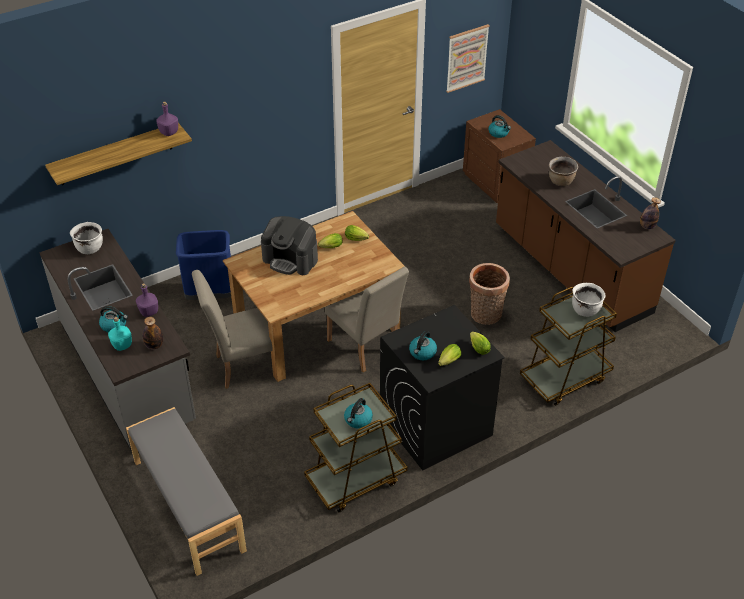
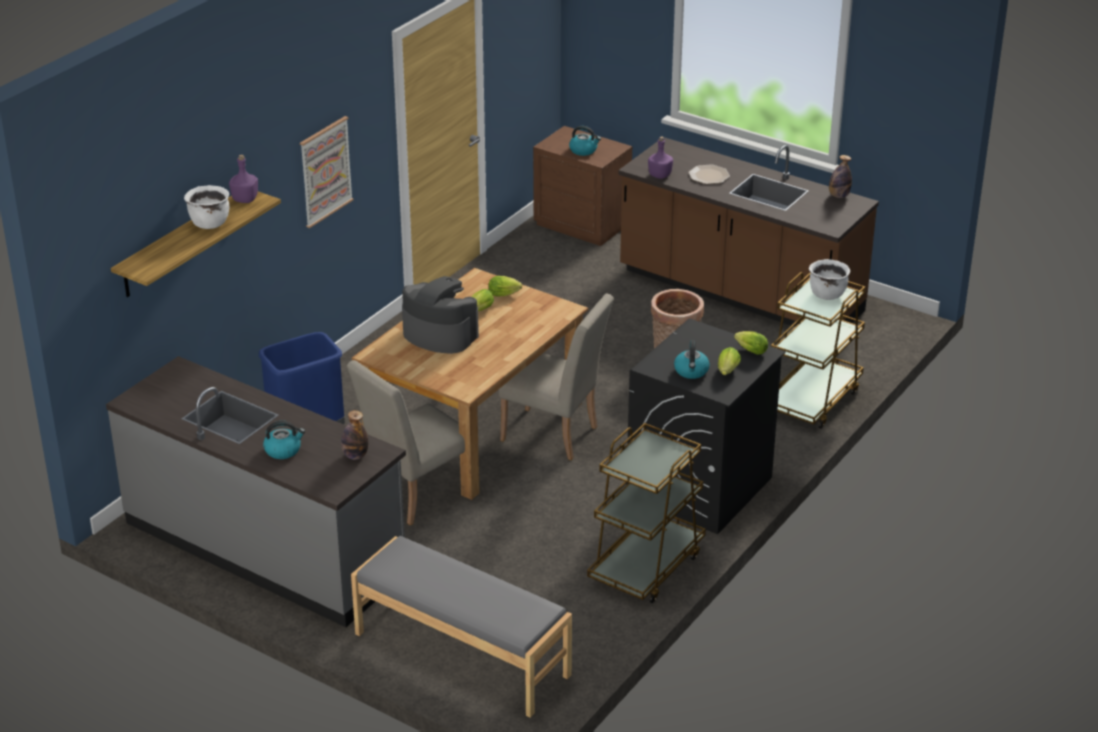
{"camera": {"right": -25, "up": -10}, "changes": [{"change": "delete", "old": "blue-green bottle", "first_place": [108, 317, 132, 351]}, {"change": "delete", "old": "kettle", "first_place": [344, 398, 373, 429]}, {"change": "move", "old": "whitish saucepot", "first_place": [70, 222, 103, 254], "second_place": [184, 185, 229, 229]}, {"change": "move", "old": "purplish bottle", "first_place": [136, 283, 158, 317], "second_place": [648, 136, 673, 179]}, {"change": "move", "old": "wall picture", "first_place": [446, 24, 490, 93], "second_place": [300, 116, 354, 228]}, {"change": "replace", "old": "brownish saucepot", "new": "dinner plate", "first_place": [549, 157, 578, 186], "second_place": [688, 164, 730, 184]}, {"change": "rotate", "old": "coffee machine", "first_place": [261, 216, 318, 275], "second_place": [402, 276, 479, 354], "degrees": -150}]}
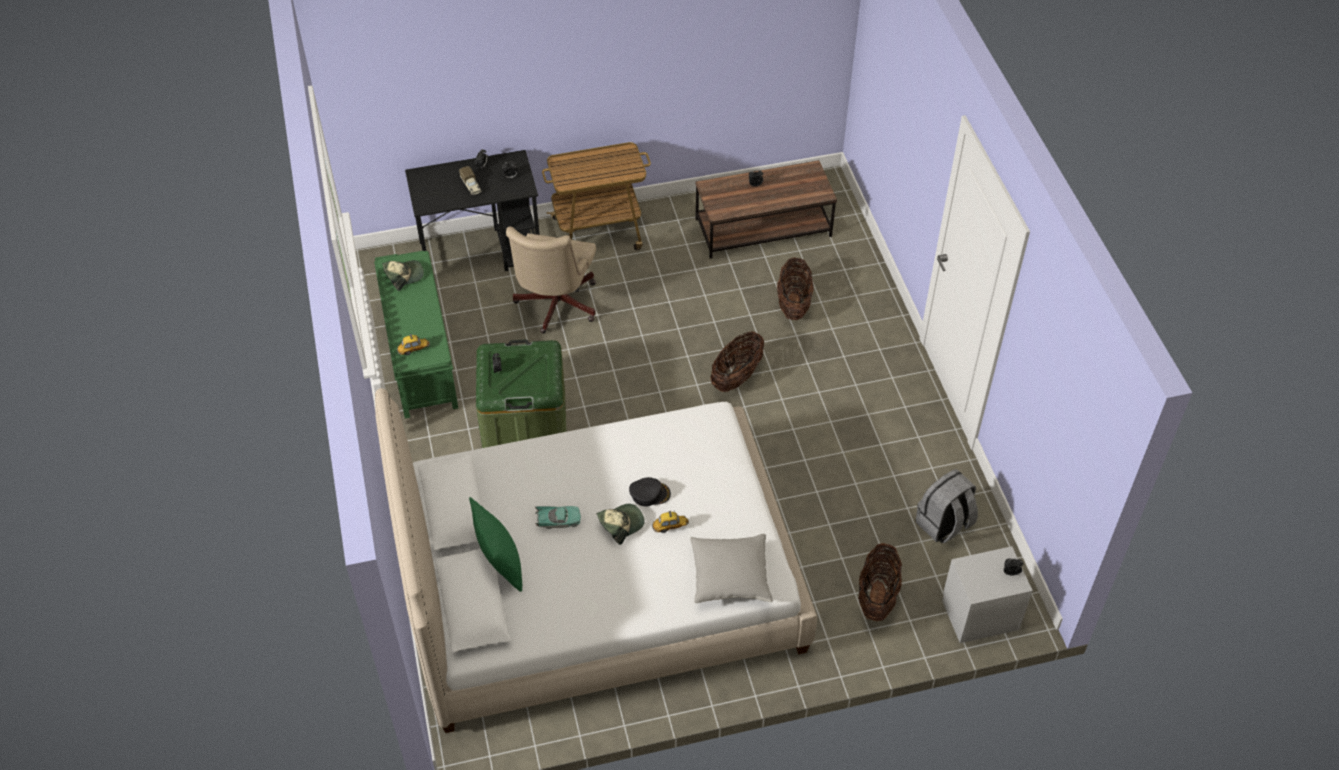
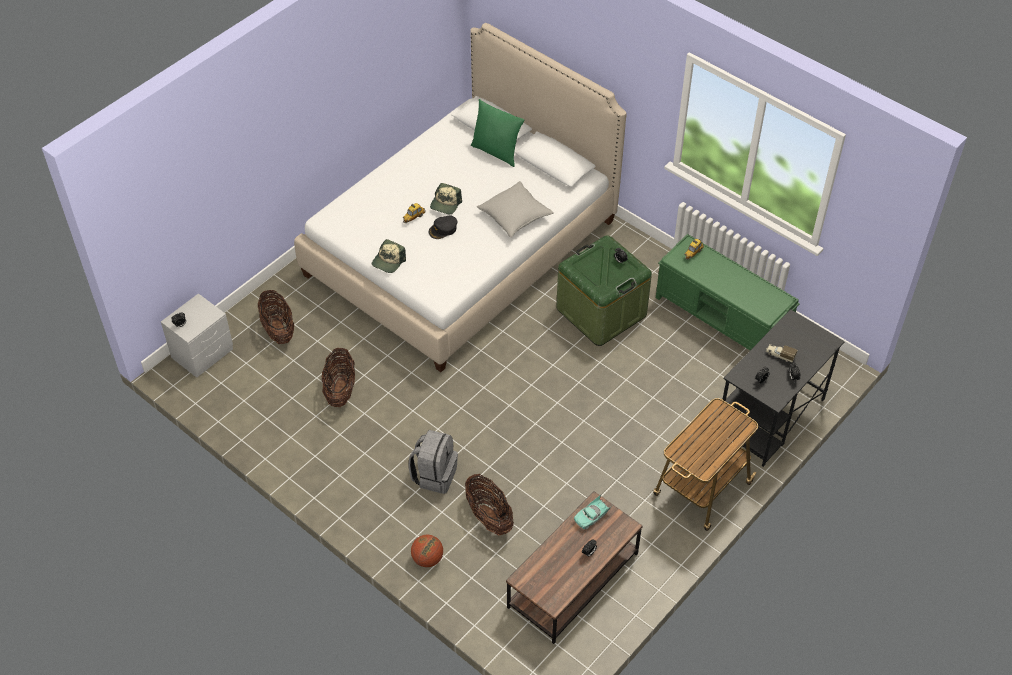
{"camera": {"right": 145, "up": 0}, "changes": [{"change": "delete", "old": "beige computer chair", "first_place": [506, 226, 596, 334]}, {"change": "insert", "new": "ball for basketball", "second_place": [411, 535, 443, 567]}, {"change": "move", "old": "peaked cap", "first_place": [382, 260, 424, 291], "second_place": [372, 239, 406, 273]}, {"change": "move", "old": "blue-green model car", "first_place": [534, 506, 581, 529], "second_place": [574, 495, 612, 529]}, {"change": "move", "old": "grey pillow", "first_place": [690, 534, 773, 603], "second_place": [477, 181, 554, 238]}, {"change": "move", "old": "storage basket", "first_place": [710, 332, 764, 392], "second_place": [322, 348, 355, 407]}, {"change": "move", "old": "grey backpack", "first_place": [916, 469, 978, 543], "second_place": [408, 430, 458, 494]}]}
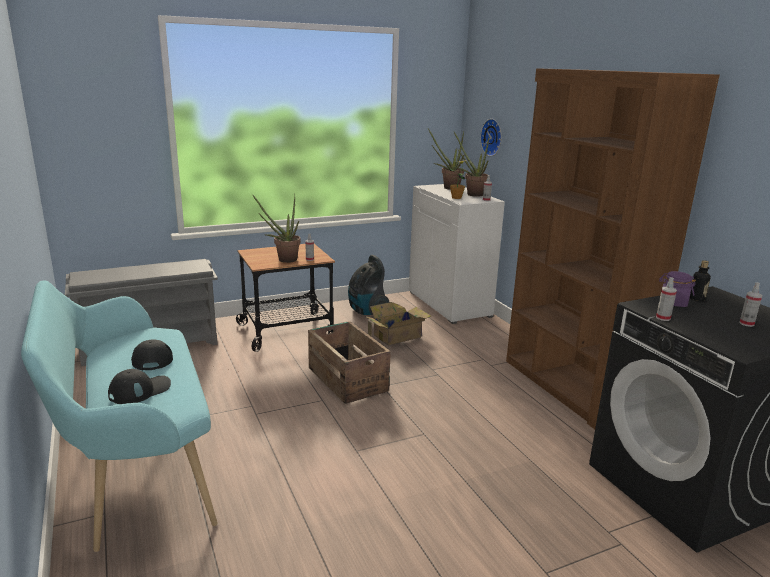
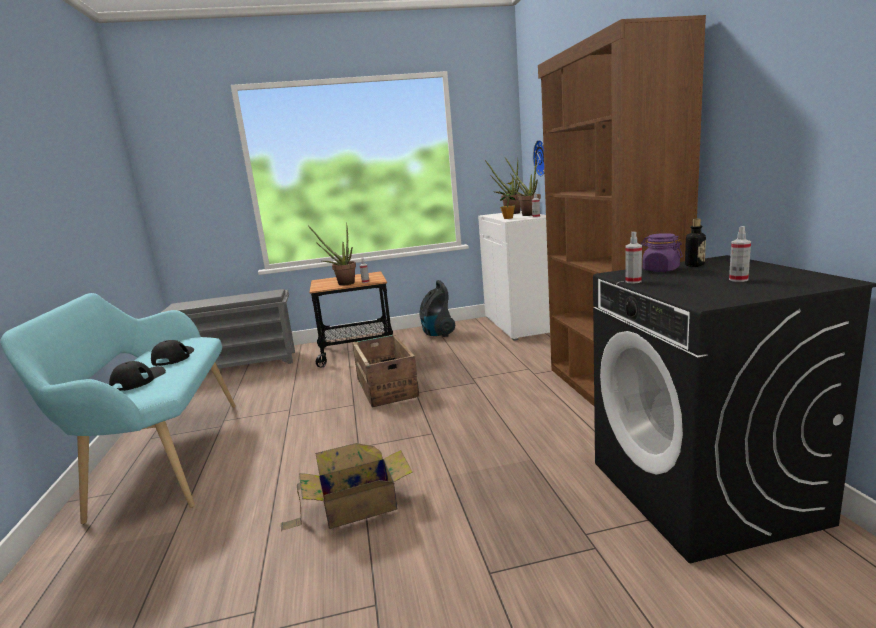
{"camera": {"right": 15, "up": -5}, "changes": [{"change": "move", "old": "carton", "first_place": [365, 302, 431, 345], "second_place": [281, 443, 413, 531]}, {"change": "rotate", "old": "black peaked cap", "first_place": [108, 369, 171, 404], "second_place": [109, 361, 166, 391], "degrees": -45}]}
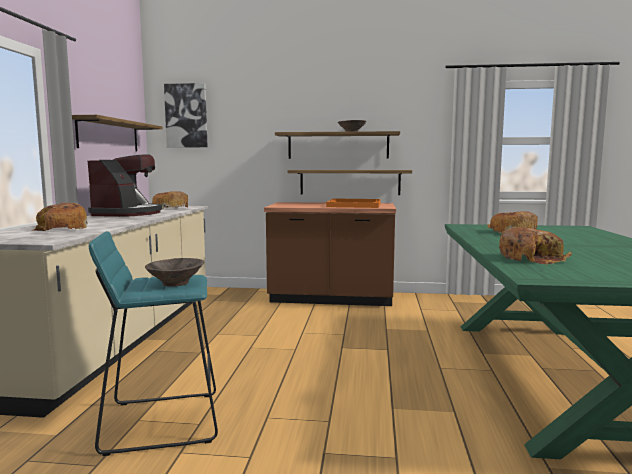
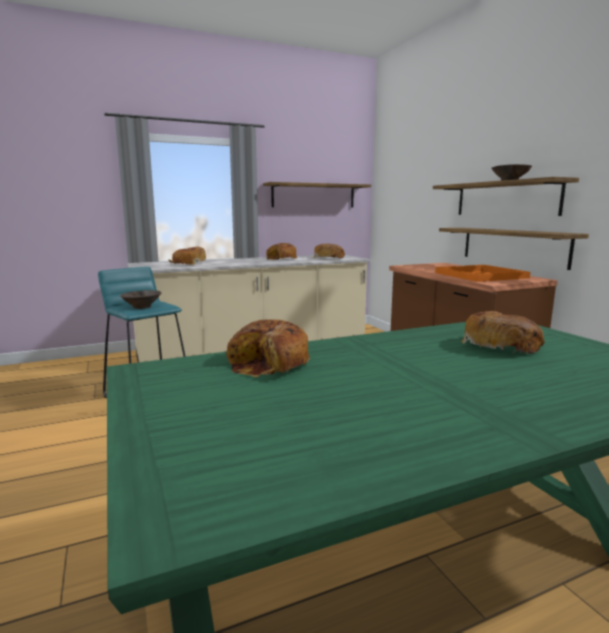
{"camera": {"right": 60, "up": 5}, "changes": [{"change": "delete", "old": "wall picture", "first_place": [164, 83, 208, 148]}, {"change": "replace", "old": "coffee machine", "new": "baked bread", "first_place": [88, 154, 162, 217], "second_place": [266, 243, 297, 260]}]}
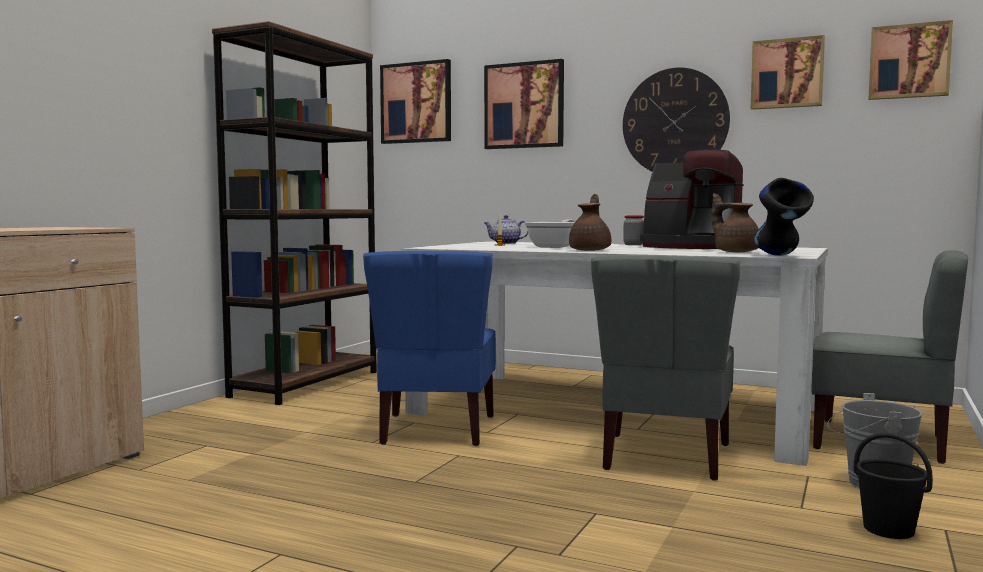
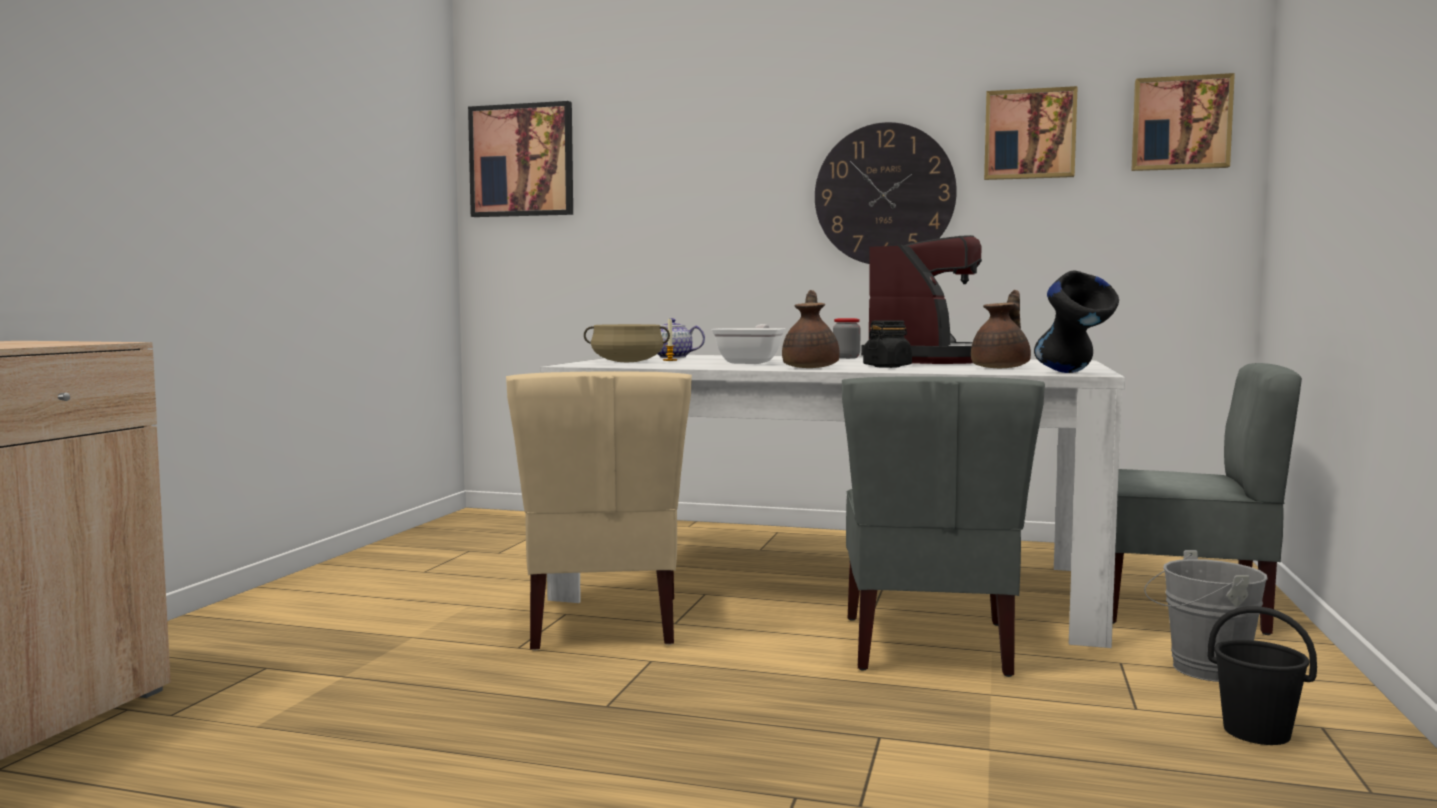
{"camera": {"right": -10, "up": 0}, "changes": [{"change": "delete", "old": "brownish bookcase", "first_place": [212, 21, 377, 405]}, {"change": "delete", "old": "wall picture", "first_place": [484, 59, 564, 149]}, {"change": "insert", "new": "beige saucepot", "second_place": [584, 324, 670, 363]}, {"change": "insert", "new": "black storage jar", "second_place": [863, 320, 912, 368]}, {"change": "recolor", "old": "blue-coloured upright chair", "new": "beige upright chair", "first_place": [363, 251, 496, 446], "second_place": [506, 371, 692, 651]}, {"change": "rotate", "old": "coffee machine", "first_place": [640, 149, 744, 249], "second_place": [861, 235, 982, 364], "degrees": -90}, {"change": "rotate", "old": "brownish teapot", "first_place": [712, 193, 759, 252], "second_place": [971, 290, 1031, 368], "degrees": 75}]}
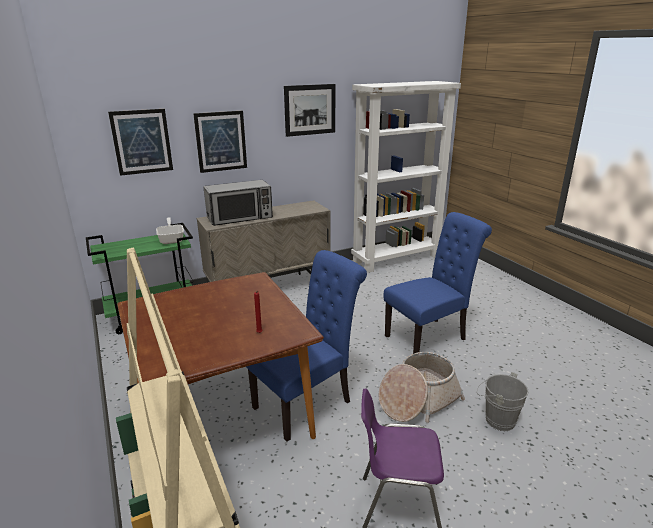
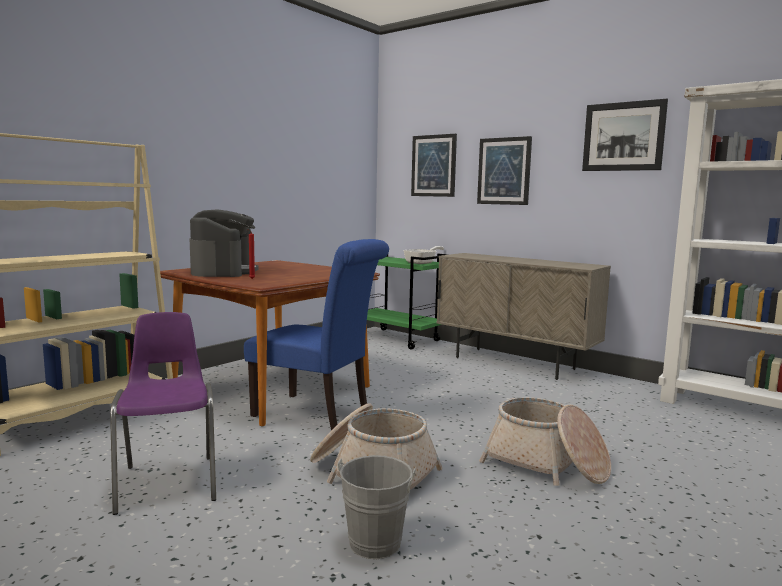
{"camera": {"right": 65, "up": -15}, "changes": [{"change": "delete", "old": "kitchen microwave", "first_place": [204, 180, 273, 226]}, {"change": "insert", "new": "coffee machine", "second_place": [190, 209, 259, 277]}, {"change": "replace", "old": "blue-coloured upright chair", "new": "storage basket", "first_place": [384, 212, 492, 354], "second_place": [479, 397, 611, 486]}]}
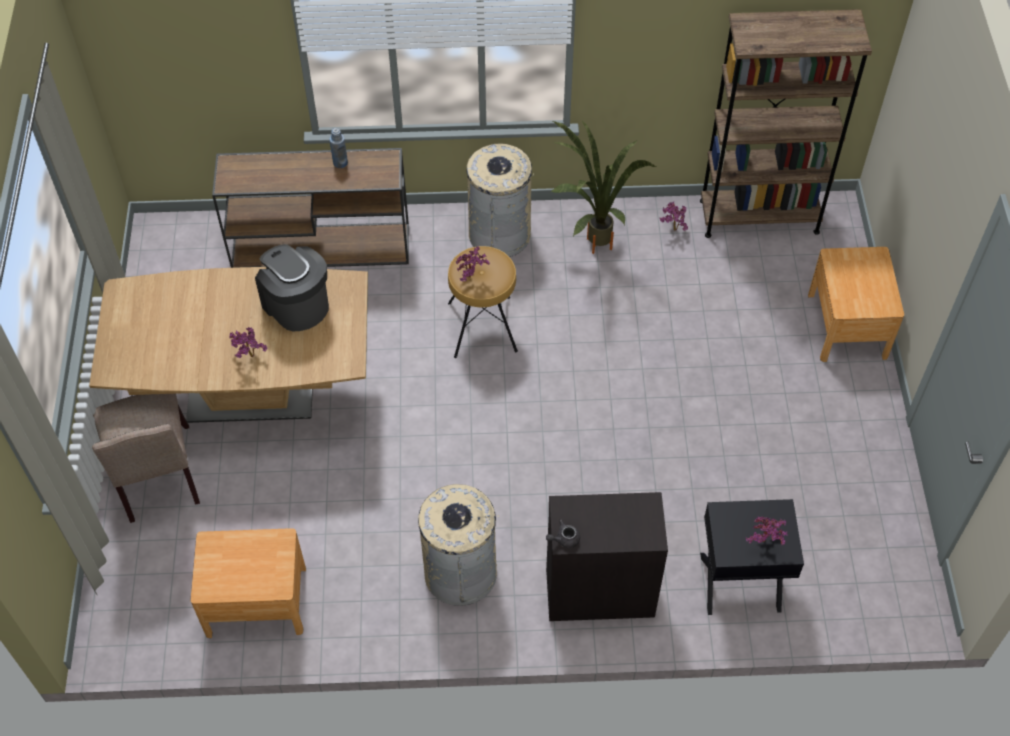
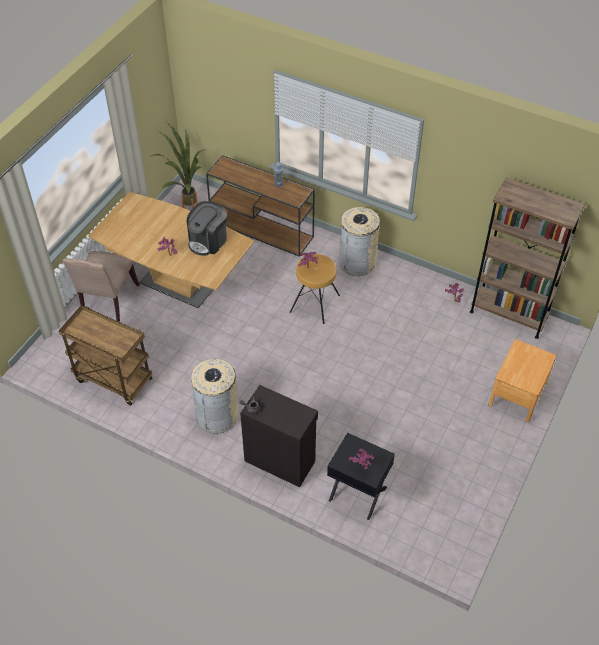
{"camera": {"right": 30, "up": -5}, "changes": [{"change": "move", "old": "potted plant", "first_place": [551, 121, 656, 254], "second_place": [149, 122, 207, 208]}, {"change": "replace", "old": "brownish nightstand", "new": "brownish wheeled cart", "first_place": [191, 528, 306, 638], "second_place": [59, 305, 152, 406]}, {"change": "rotate", "old": "coffee machine", "first_place": [255, 244, 329, 331], "second_place": [187, 201, 227, 256], "degrees": -135}]}
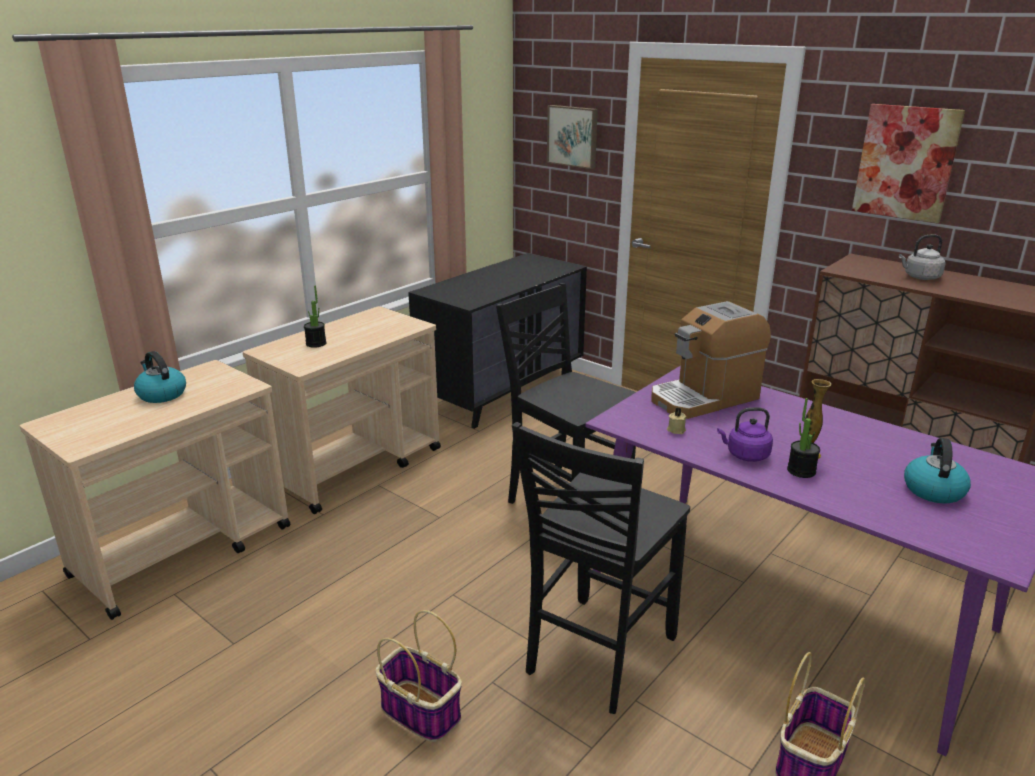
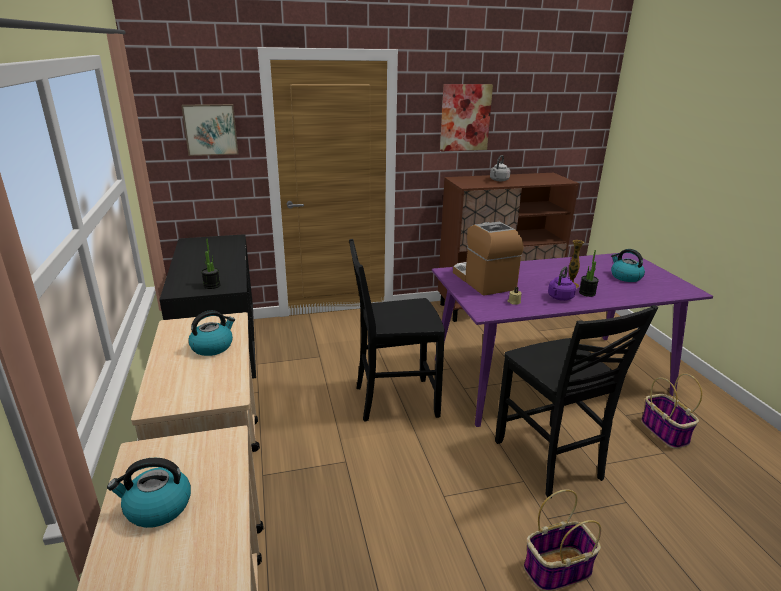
{"camera": {"right": -55, "up": 0}, "changes": [{"change": "insert", "new": "kettle", "second_place": [189, 310, 235, 356]}, {"change": "move", "old": "potted plant", "first_place": [304, 285, 327, 348], "second_place": [201, 238, 221, 289]}, {"change": "rotate", "old": "coffee machine", "first_place": [651, 301, 771, 419], "second_place": [453, 222, 523, 296], "degrees": 150}]}
